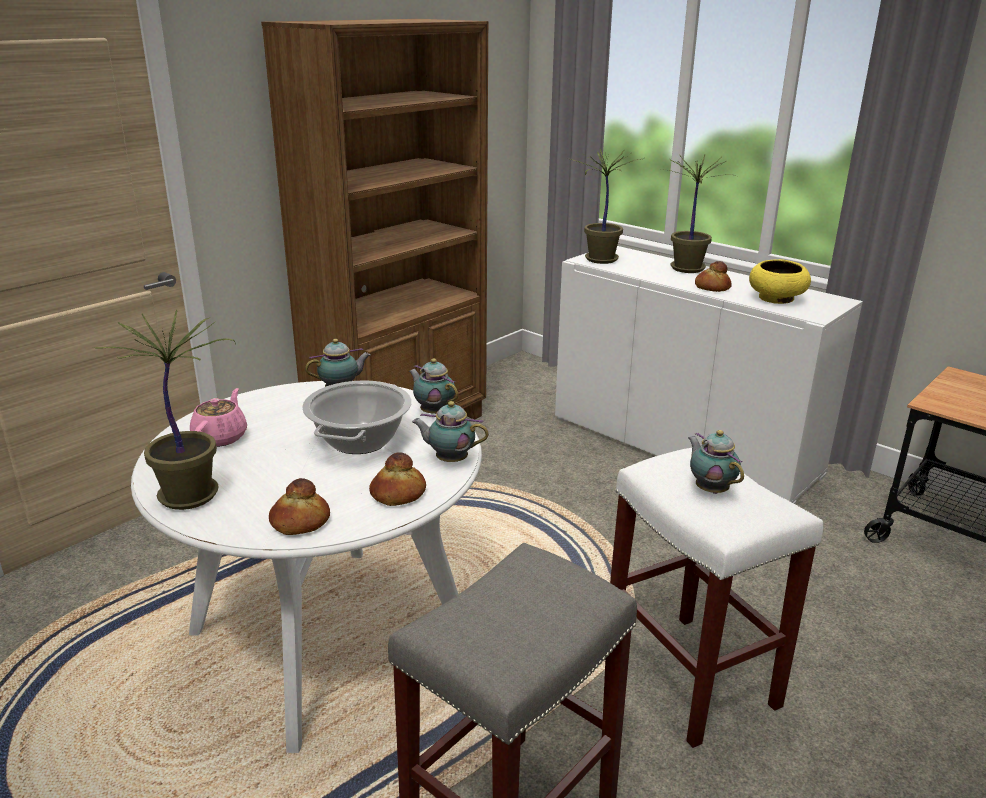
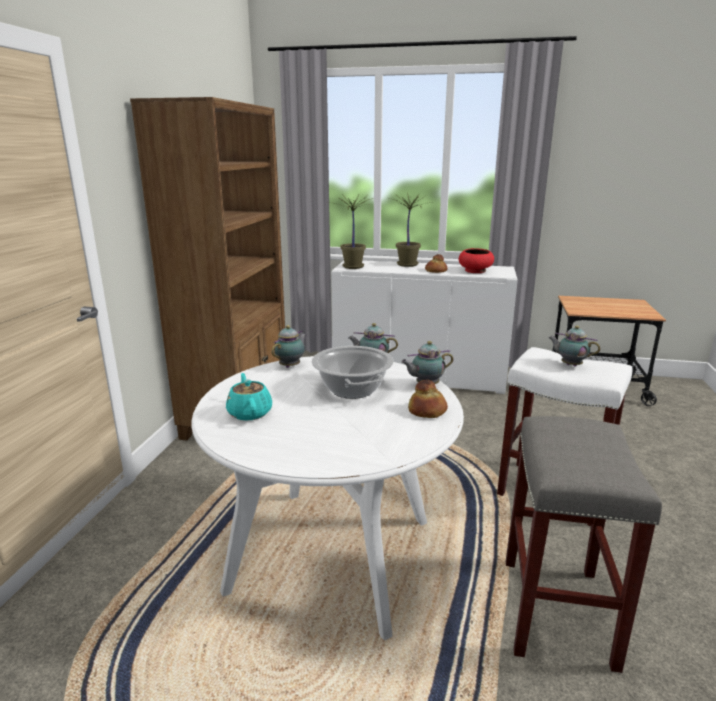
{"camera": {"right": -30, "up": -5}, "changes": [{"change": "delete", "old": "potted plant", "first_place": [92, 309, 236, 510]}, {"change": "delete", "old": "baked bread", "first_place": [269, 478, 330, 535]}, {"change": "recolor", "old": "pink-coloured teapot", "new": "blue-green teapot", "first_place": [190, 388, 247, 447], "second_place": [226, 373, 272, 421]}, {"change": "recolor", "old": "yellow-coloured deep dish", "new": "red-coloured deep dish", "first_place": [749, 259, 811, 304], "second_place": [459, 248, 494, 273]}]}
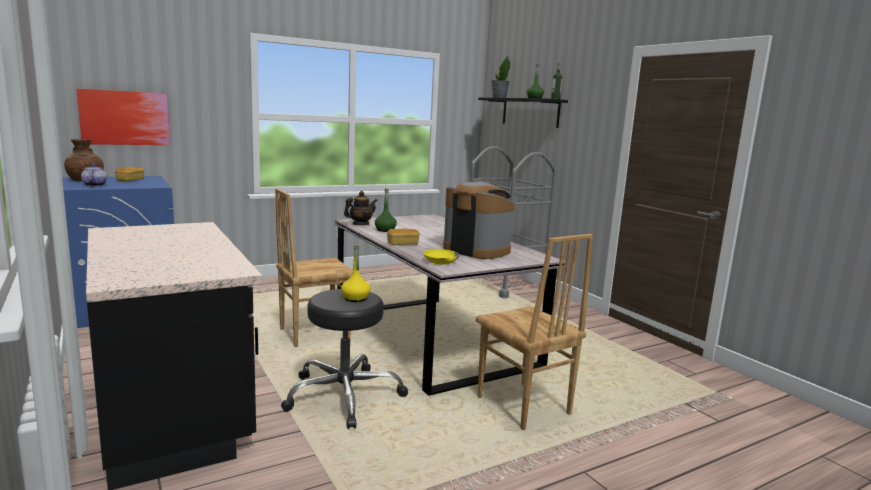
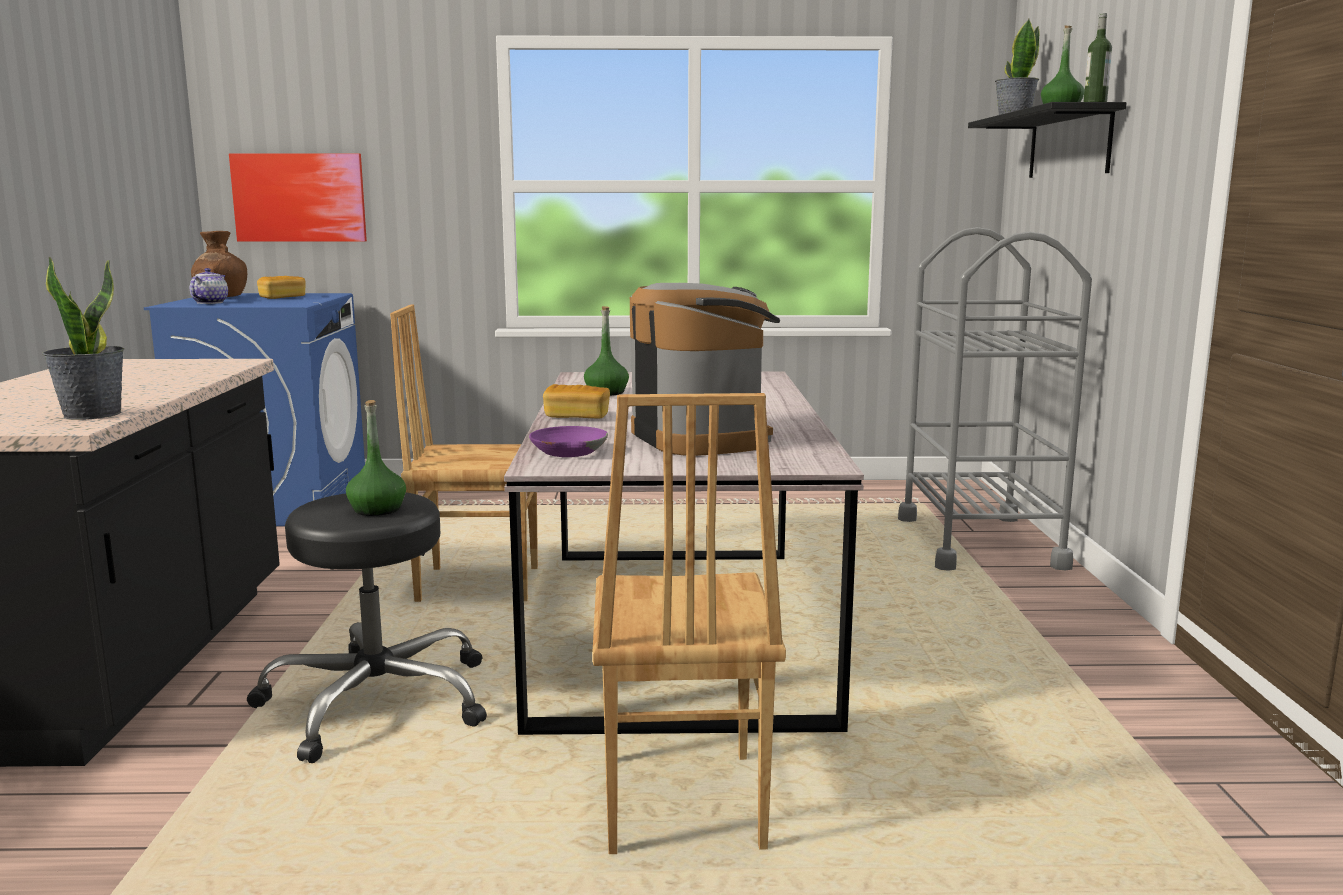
{"camera": {"right": 30, "up": 0}, "changes": [{"change": "delete", "old": "teapot", "first_place": [344, 191, 377, 225]}, {"change": "insert", "new": "potted plant", "second_place": [42, 256, 124, 420]}, {"change": "recolor", "old": "yellow-coloured bottle", "new": "green-coloured bottle", "first_place": [341, 244, 370, 302], "second_place": [346, 400, 406, 516]}, {"change": "recolor", "old": "yellow-coloured deep dish", "new": "purplish deep dish", "first_place": [423, 249, 459, 264], "second_place": [529, 426, 608, 457]}]}
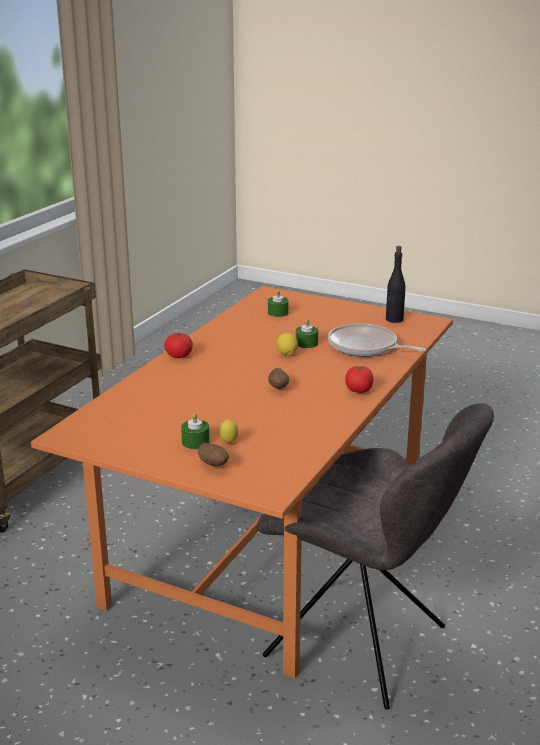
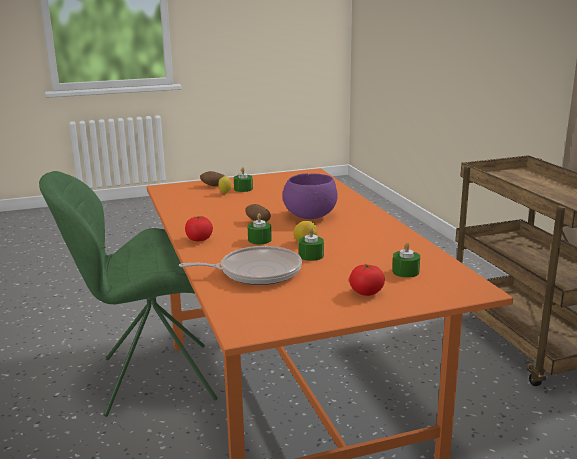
{"camera": {"right": 135, "up": -5}, "changes": [{"change": "delete", "old": "black bottle", "first_place": [386, 246, 406, 323]}, {"change": "insert", "new": "green-coloured candle", "second_place": [248, 213, 272, 245]}, {"change": "insert", "new": "purplish deep dish", "second_place": [283, 173, 338, 219]}, {"change": "move", "old": "whole tomato", "first_place": [164, 333, 193, 358], "second_place": [349, 264, 385, 296]}, {"change": "recolor", "old": "grey upright chair", "new": "green-coloured upright chair", "first_place": [256, 403, 494, 709], "second_place": [39, 171, 218, 417]}]}
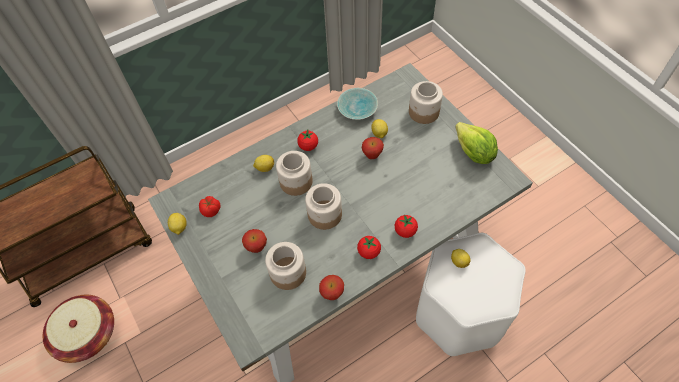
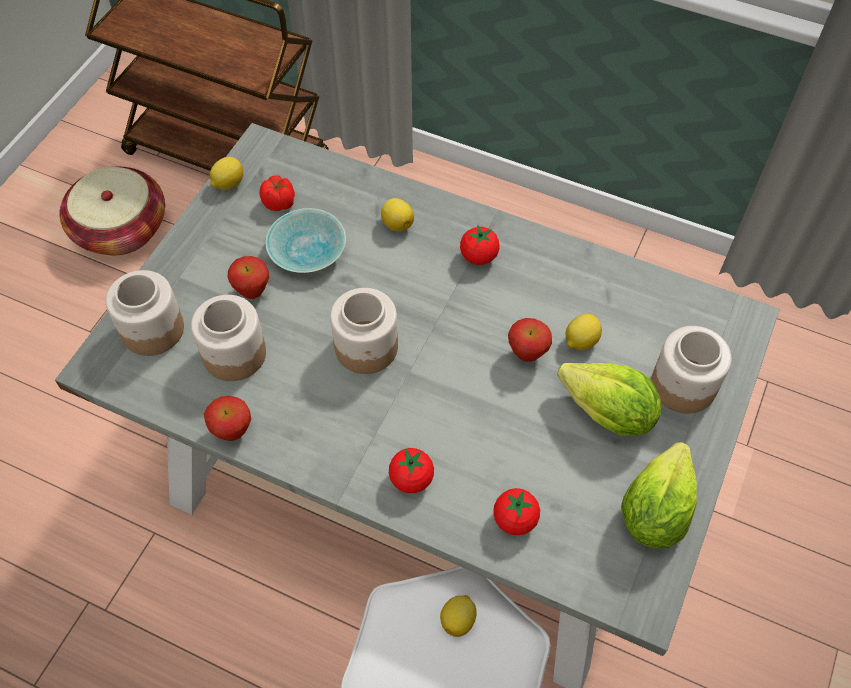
{"camera": {"right": 55, "up": 0}, "changes": [{"change": "insert", "new": "head of lettuce", "second_place": [557, 363, 662, 436]}, {"change": "move", "old": "storage jar", "first_place": [276, 151, 313, 196], "second_place": [106, 270, 184, 356]}, {"change": "move", "old": "blue-green deep dish", "first_place": [337, 88, 378, 120], "second_place": [265, 208, 346, 273]}, {"change": "move", "old": "whole tomato", "first_place": [357, 236, 381, 259], "second_place": [493, 488, 540, 535]}]}
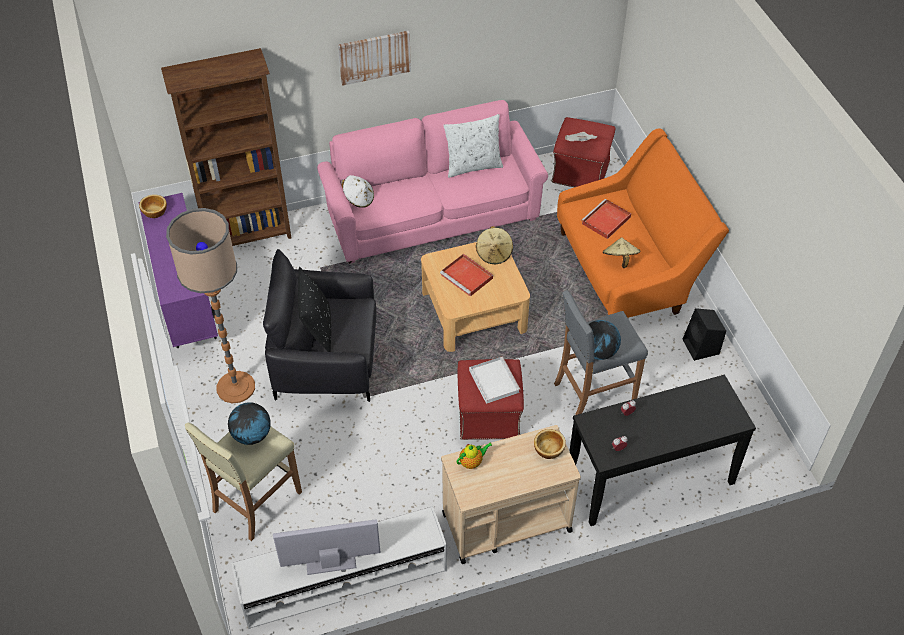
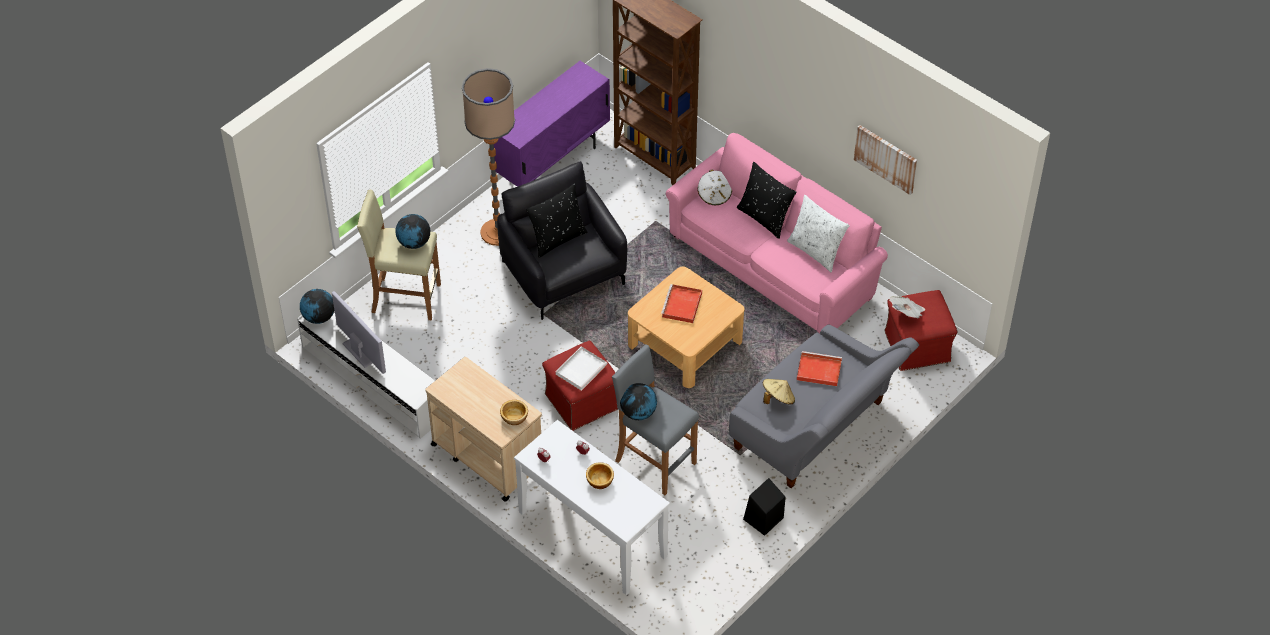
{"camera": {"right": 60, "up": 0}, "changes": [{"change": "delete", "old": "teapot", "first_place": [456, 443, 492, 469]}, {"change": "delete", "old": "beige hat", "first_place": [476, 226, 513, 264]}, {"change": "insert", "new": "globe", "second_place": [300, 289, 334, 324]}, {"change": "insert", "new": "black pillow", "second_place": [737, 162, 797, 239]}, {"change": "move", "old": "deep dish", "first_place": [139, 194, 167, 218], "second_place": [586, 462, 614, 489]}, {"change": "move", "old": "wall picture", "first_place": [338, 31, 411, 86], "second_place": [854, 125, 917, 195]}, {"change": "recolor", "old": "orange couch", "new": "grey couch", "first_place": [557, 128, 729, 318], "second_place": [729, 325, 919, 488]}, {"change": "recolor", "old": "black hall table", "new": "whitish hall table", "first_place": [569, 375, 756, 526], "second_place": [514, 420, 670, 595]}]}
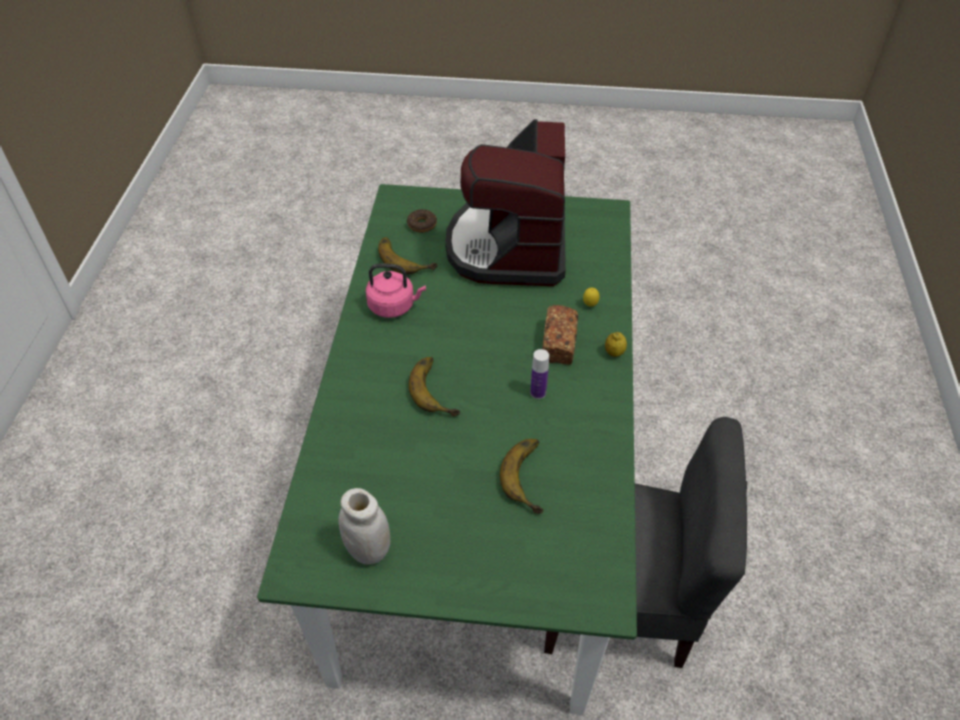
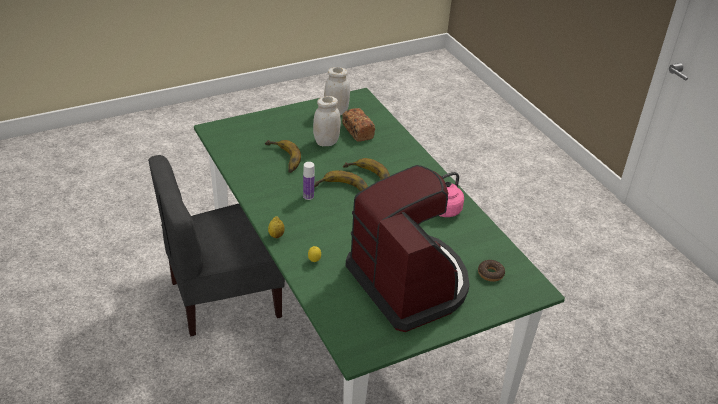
{"camera": {"right": 145, "up": -10}, "changes": [{"change": "insert", "new": "whitish storage jar", "second_place": [313, 96, 341, 146]}, {"change": "move", "old": "banana", "first_place": [378, 237, 438, 274], "second_place": [314, 170, 368, 191]}, {"change": "move", "old": "baked bread", "first_place": [542, 305, 578, 365], "second_place": [342, 108, 375, 141]}]}
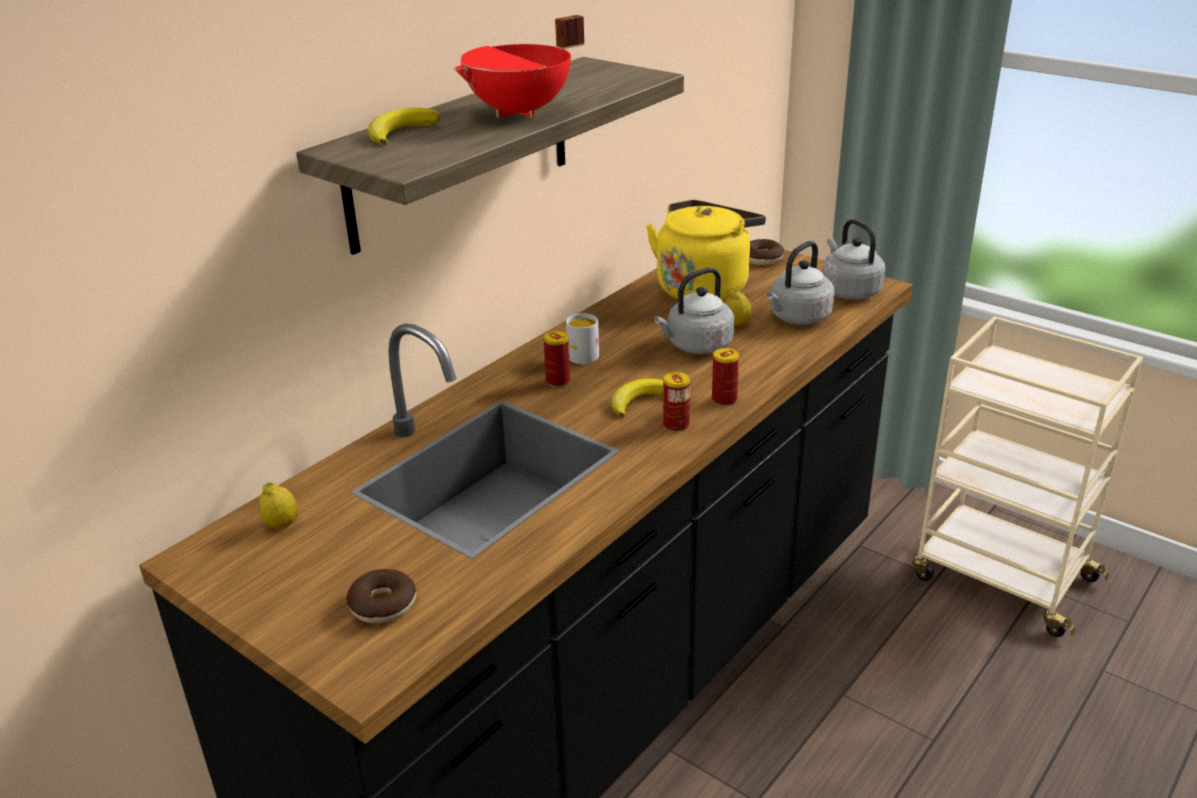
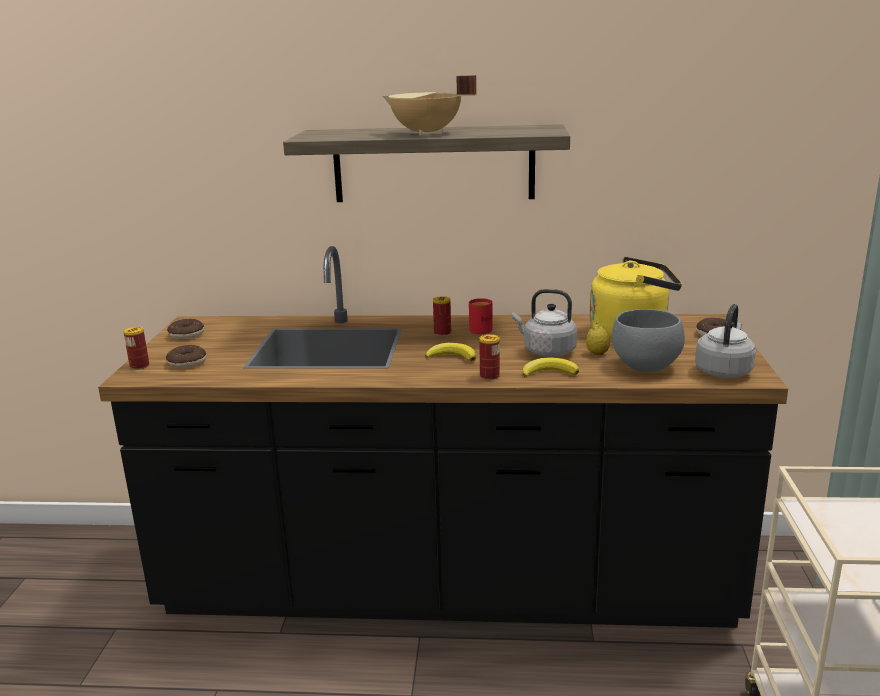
{"camera": {"right": 55, "up": -10}, "changes": [{"change": "delete", "old": "whole lemon", "first_place": [258, 482, 298, 528]}, {"change": "insert", "new": "ring doughnut", "second_place": [167, 319, 204, 339]}, {"change": "move", "old": "banana", "first_place": [368, 108, 439, 145], "second_place": [523, 358, 579, 378]}, {"change": "move", "old": "can", "first_place": [663, 372, 690, 432], "second_place": [123, 327, 149, 370]}, {"change": "replace", "old": "grey kettle", "new": "grey deep dish", "first_place": [767, 241, 835, 325], "second_place": [612, 309, 685, 372]}, {"change": "recolor", "old": "red-coloured saucepot", "new": "beige saucepot", "first_place": [454, 15, 584, 118], "second_place": [382, 75, 477, 136]}, {"change": "recolor", "old": "whitish tea mug", "new": "red-coloured tea mug", "first_place": [566, 313, 599, 364], "second_place": [469, 298, 493, 334]}]}
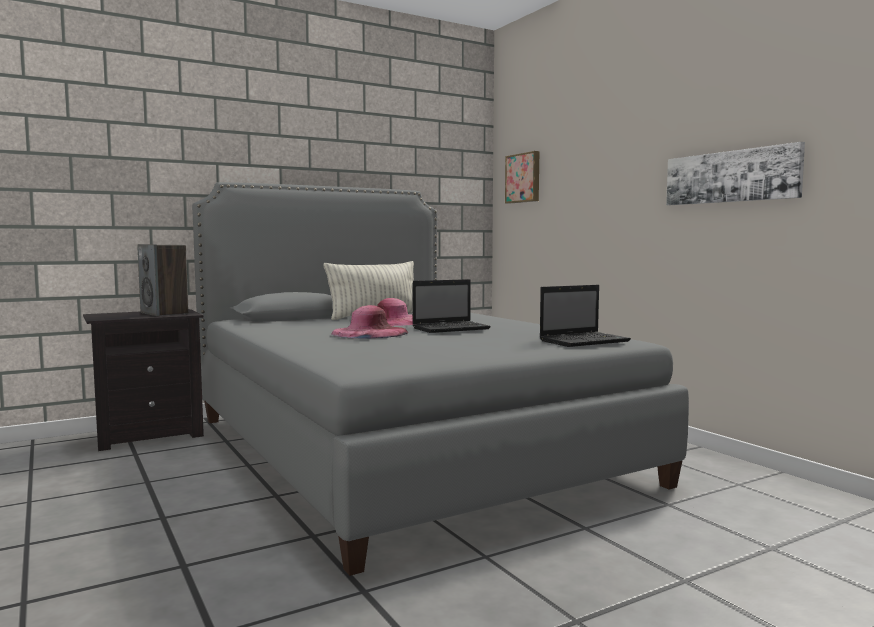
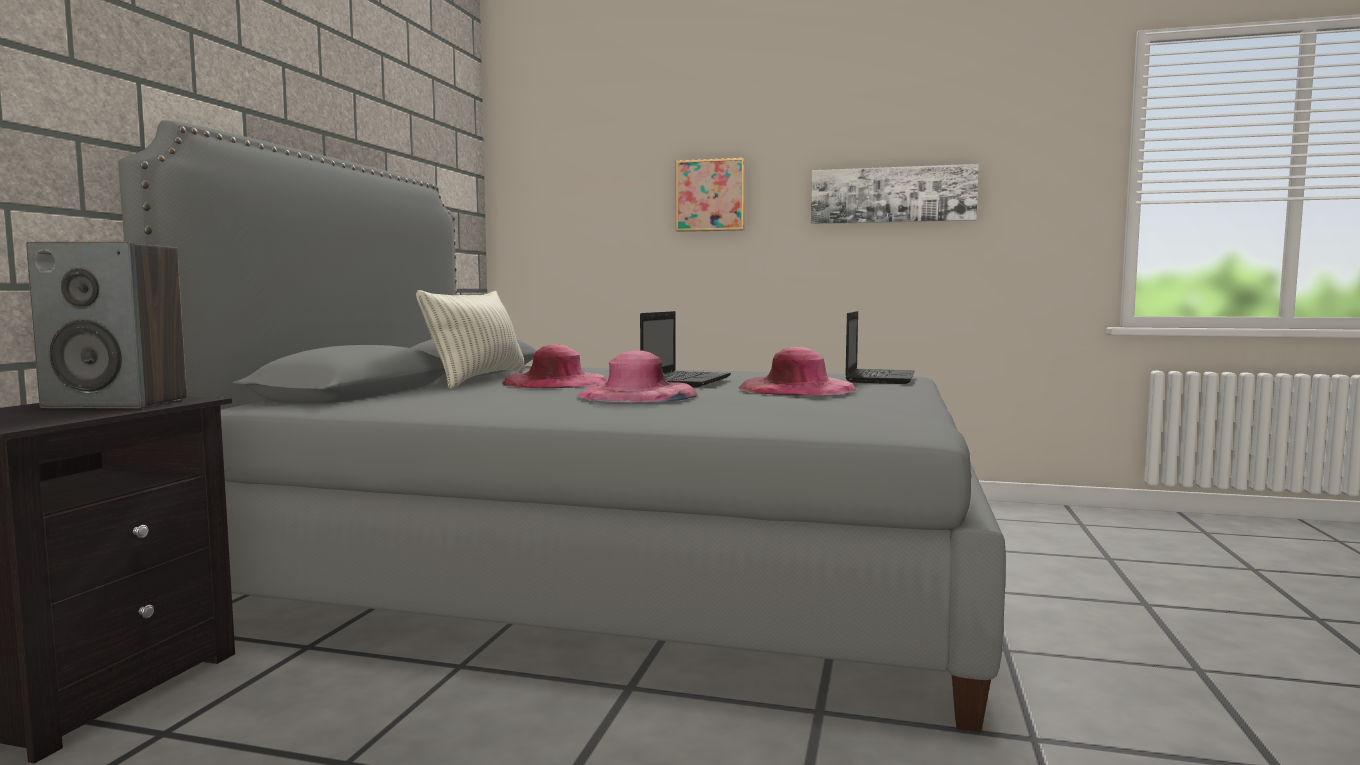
{"camera": {"right": -45, "up": 0}, "changes": [{"change": "insert", "new": "pink-coloured hat", "second_place": [738, 347, 856, 396]}, {"change": "move", "old": "wall picture", "first_place": [505, 151, 539, 204], "second_place": [676, 158, 746, 232]}]}
